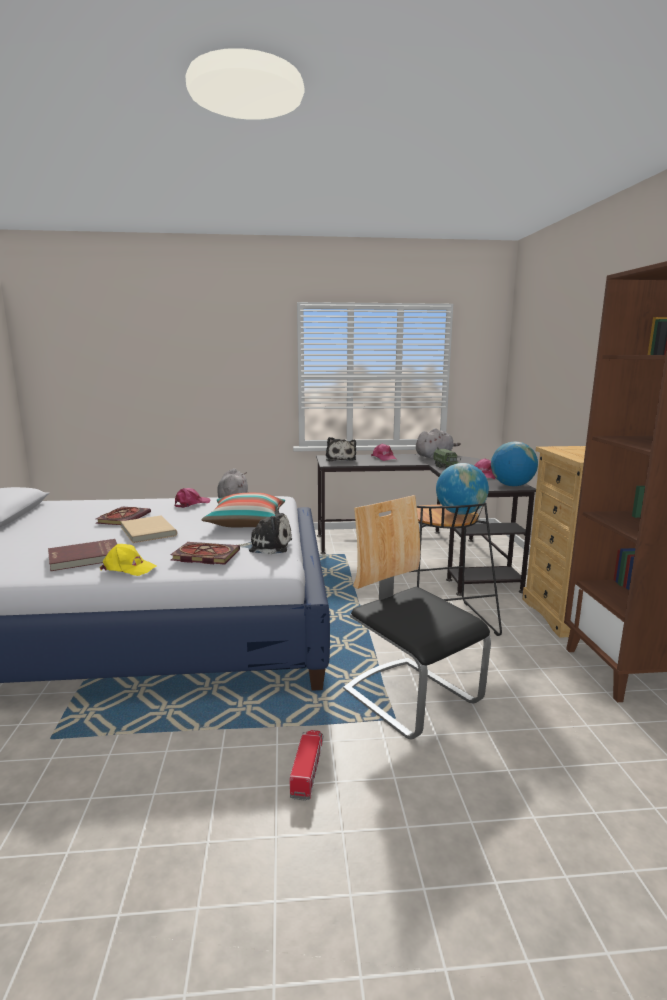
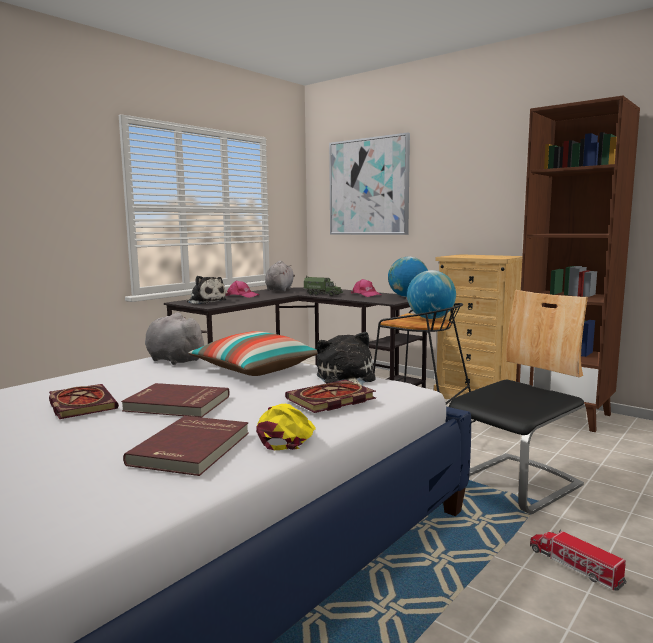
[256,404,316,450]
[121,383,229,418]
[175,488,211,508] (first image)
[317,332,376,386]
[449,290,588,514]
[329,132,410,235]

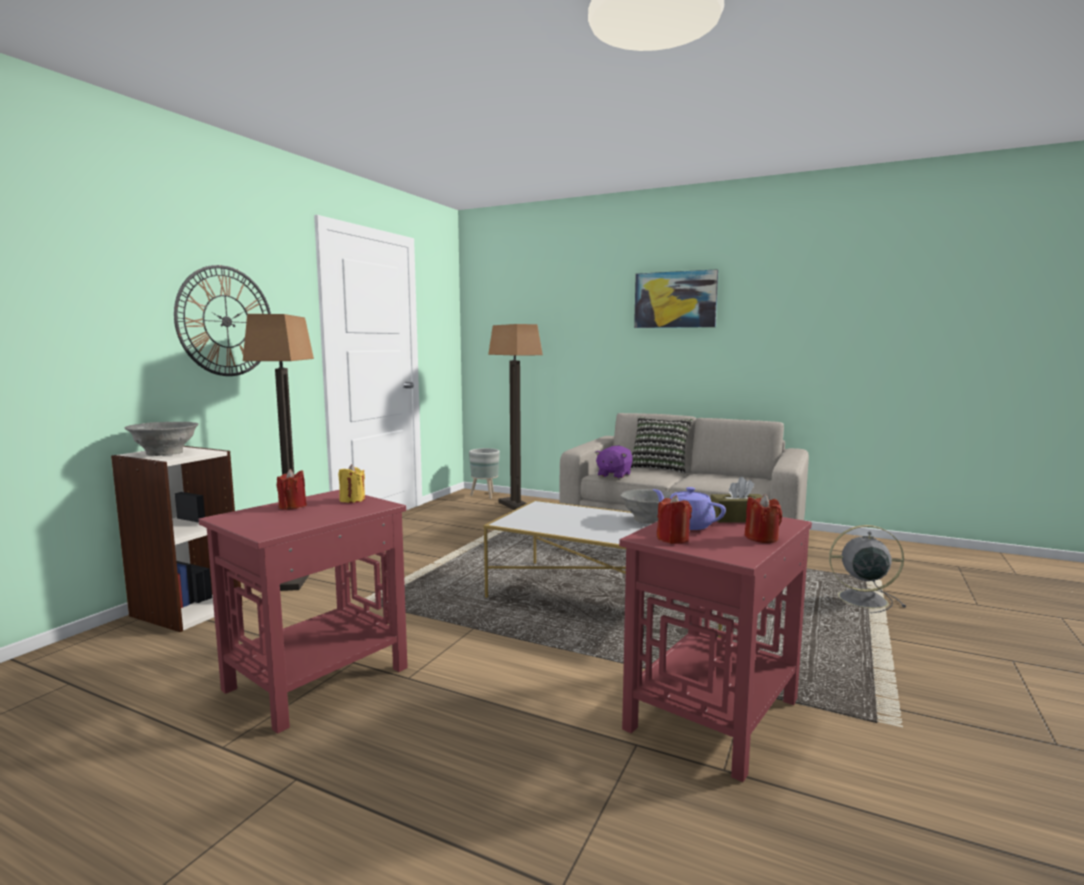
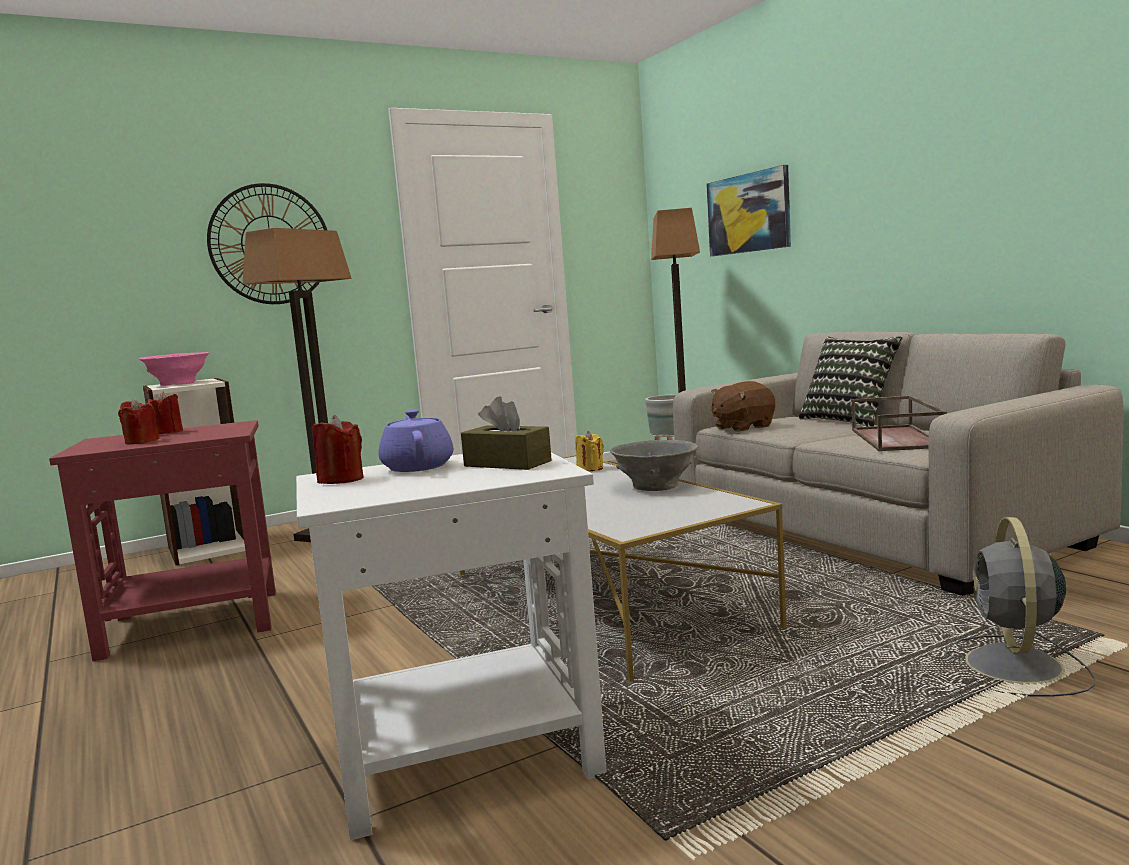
[139,352,209,386]
[575,431,604,471]
[711,381,775,432]
[296,452,607,840]
[706,165,791,256]
[118,398,159,445]
[944,517,1095,697]
[852,396,947,451]

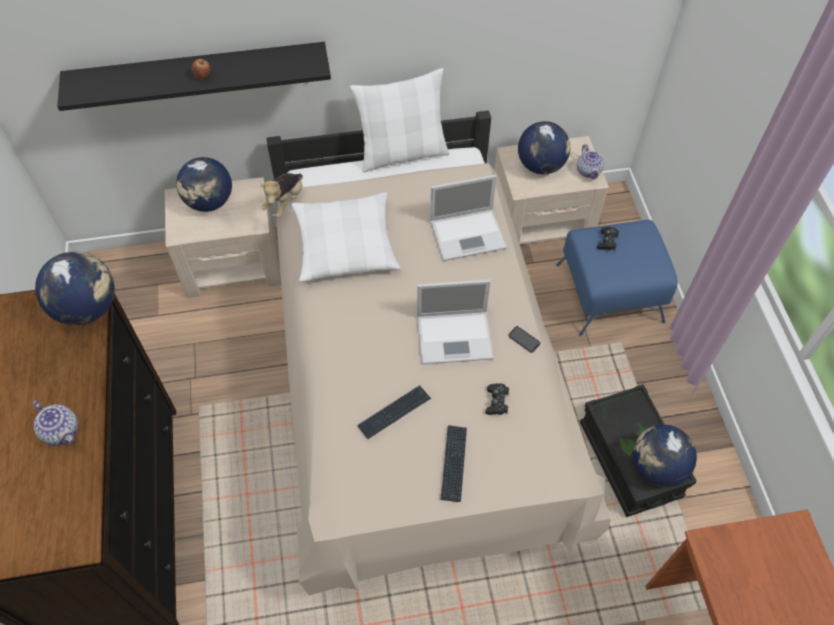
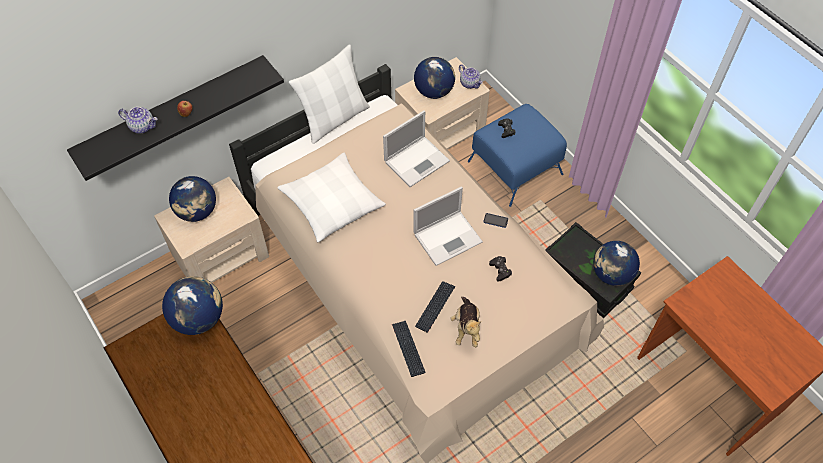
[118,107,157,133]
[450,297,481,347]
[392,321,426,377]

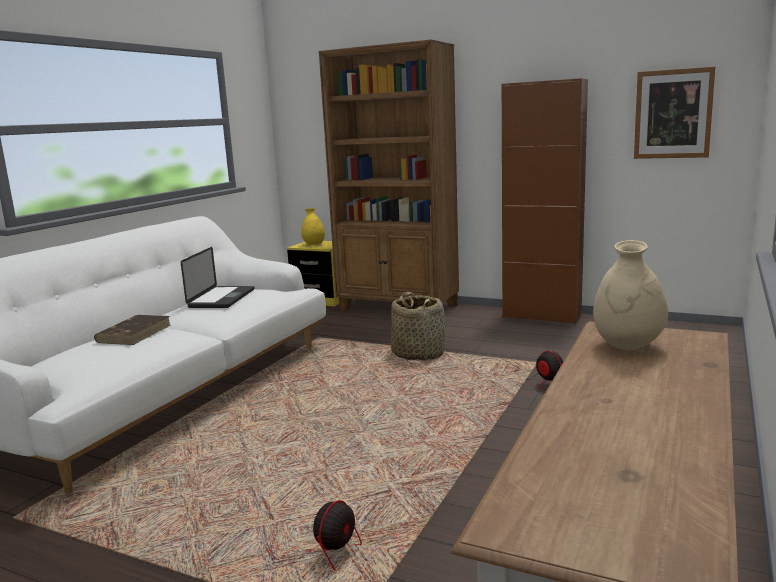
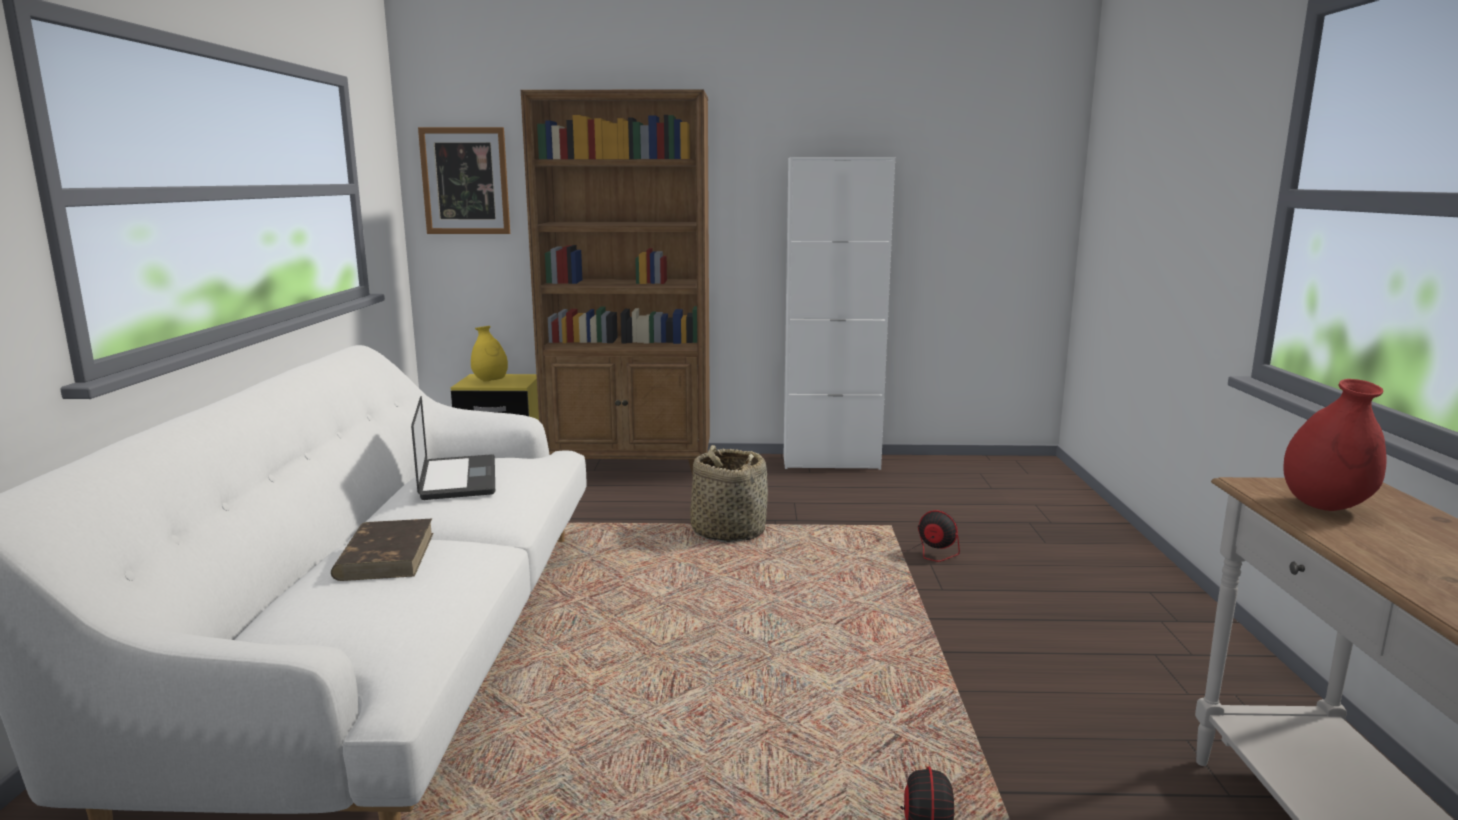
[784,157,895,470]
[1283,379,1386,511]
[418,127,510,234]

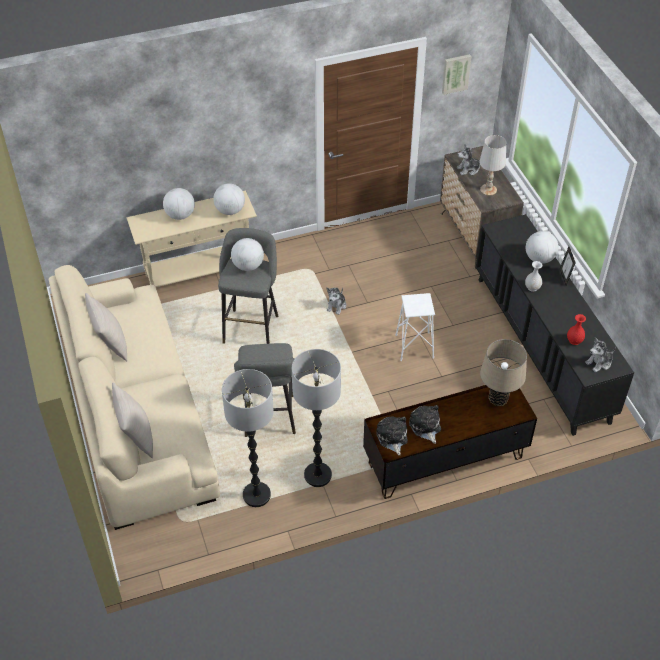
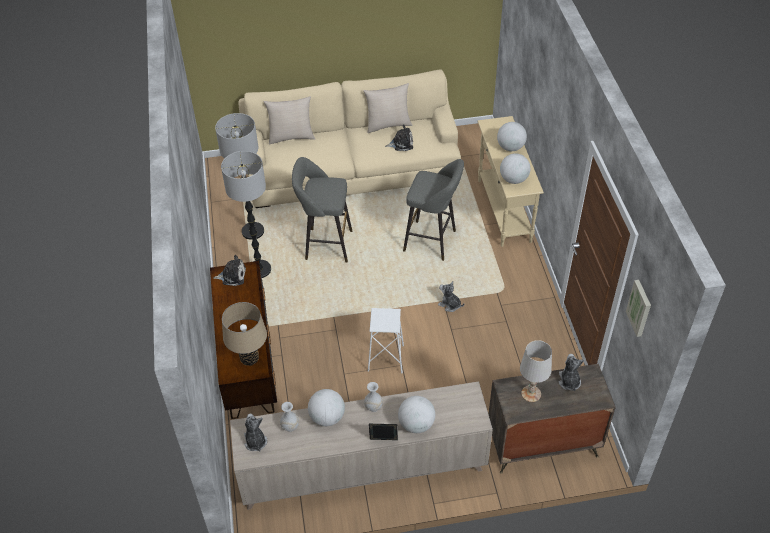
[308,389,345,426]
[385,124,413,151]
[230,381,493,510]
[280,402,299,432]

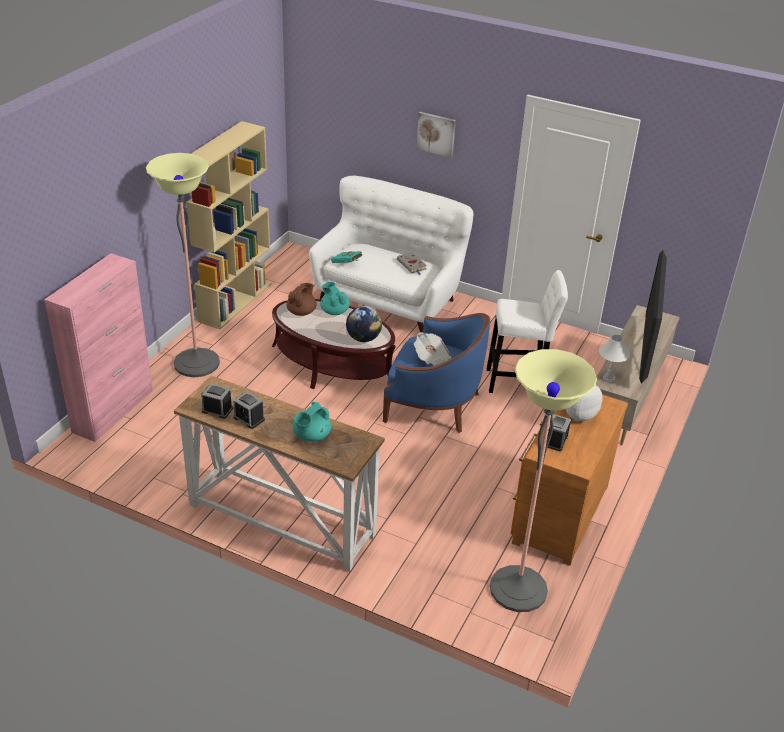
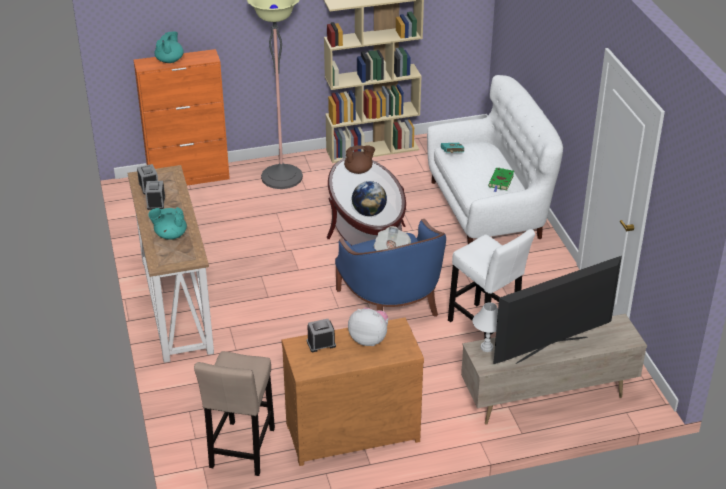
[134,49,230,185]
[155,32,184,63]
[488,168,514,192]
[417,112,456,158] (first image)
[194,351,275,476]

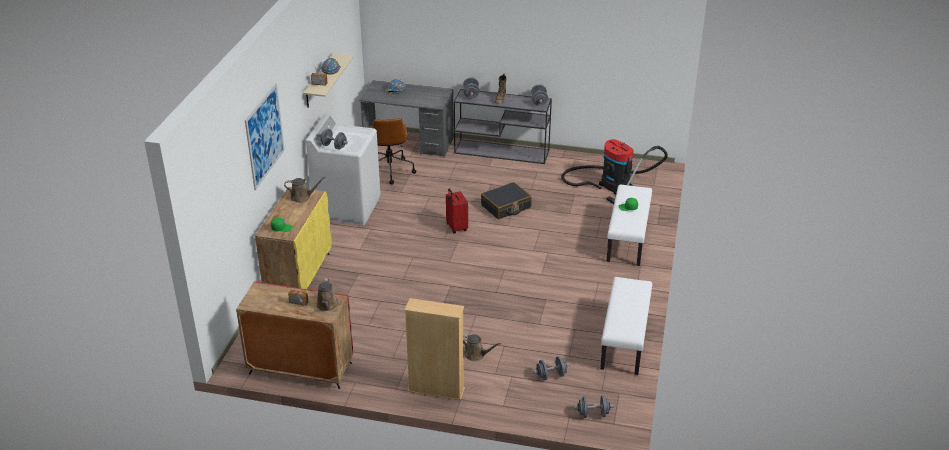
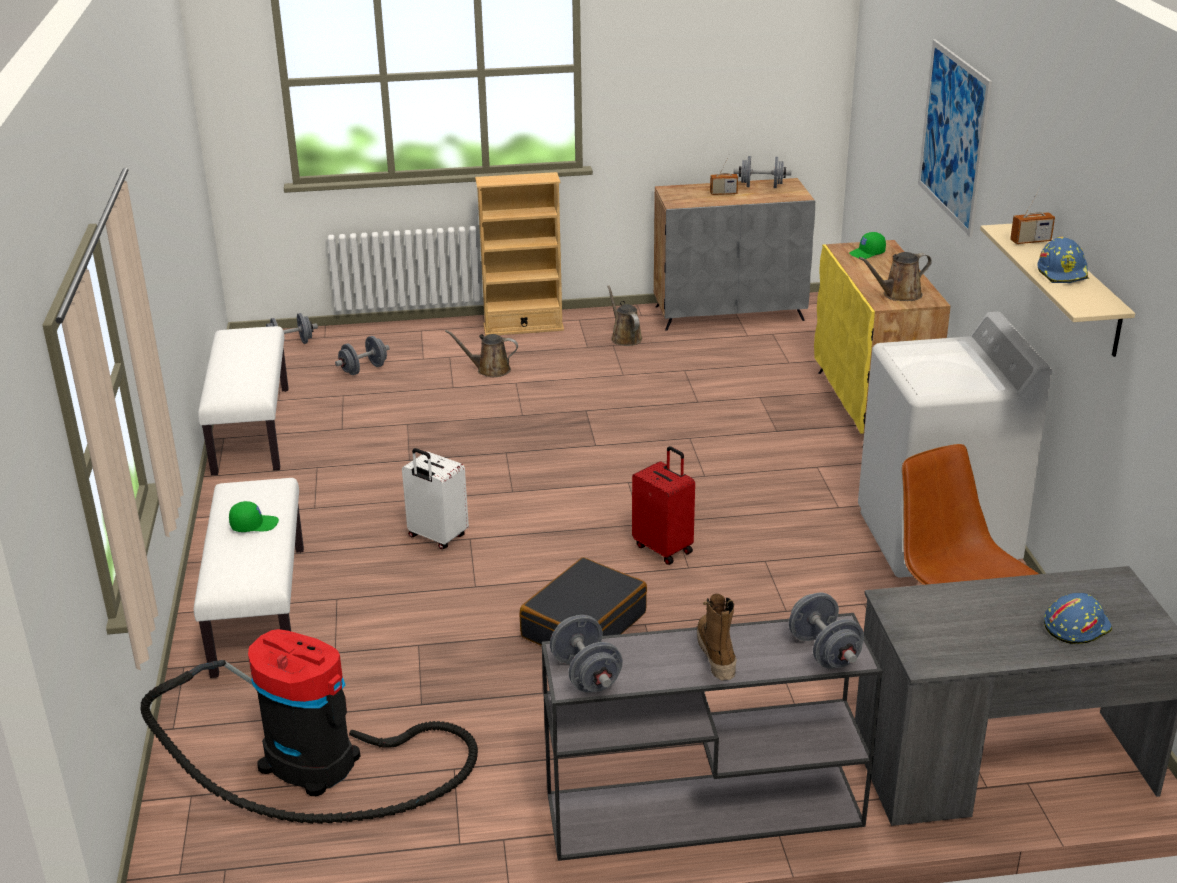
[653,178,815,331]
[607,285,642,346]
[733,156,791,188]
[402,448,469,549]

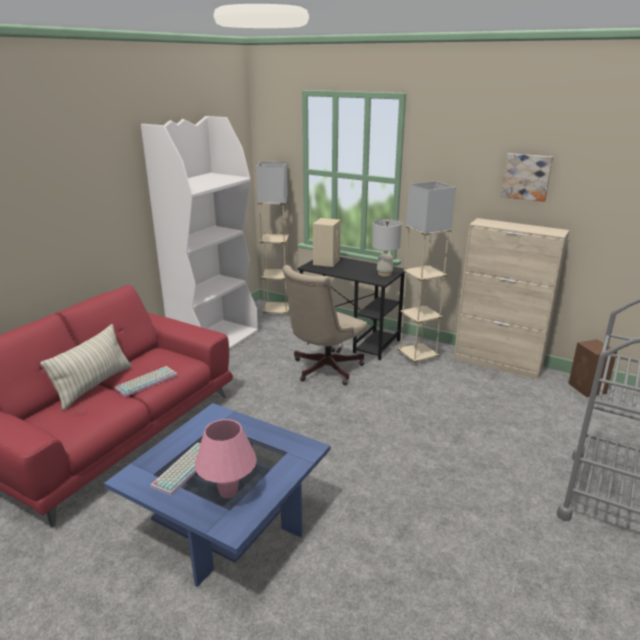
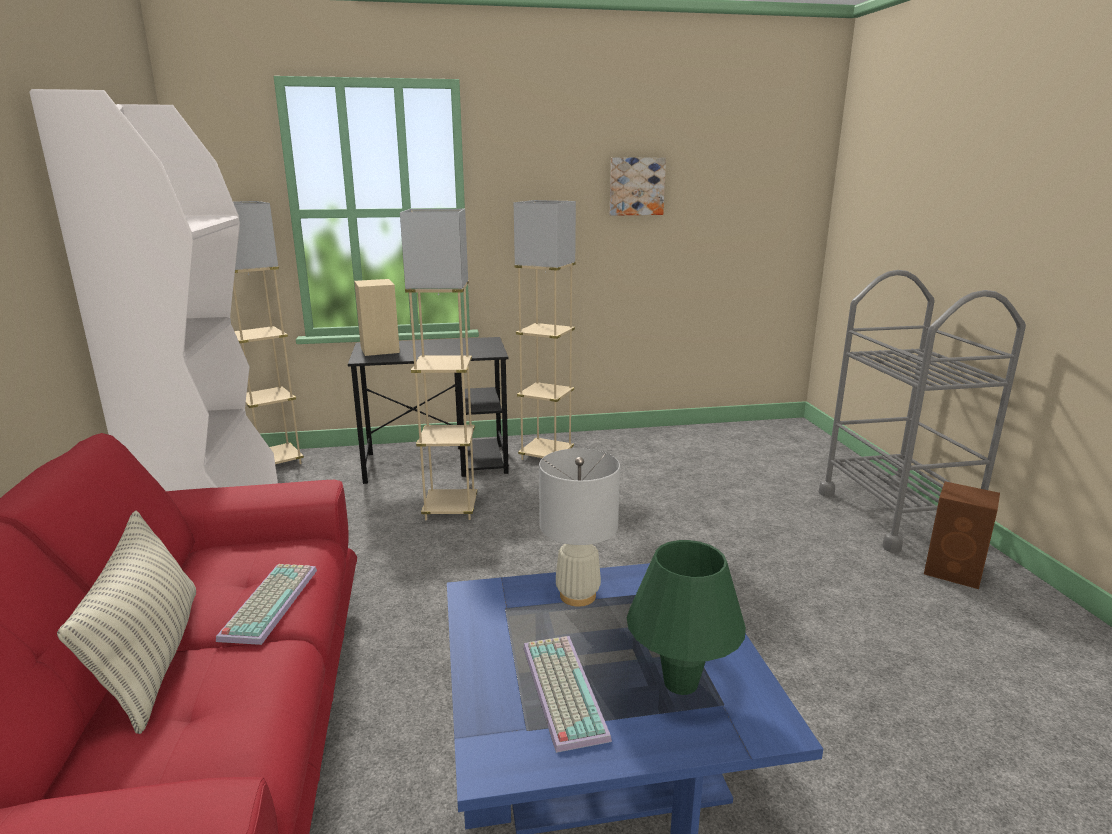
[626,540,746,695]
[400,209,477,520]
[539,448,620,607]
[454,218,569,380] (first image)
[924,481,1000,589]

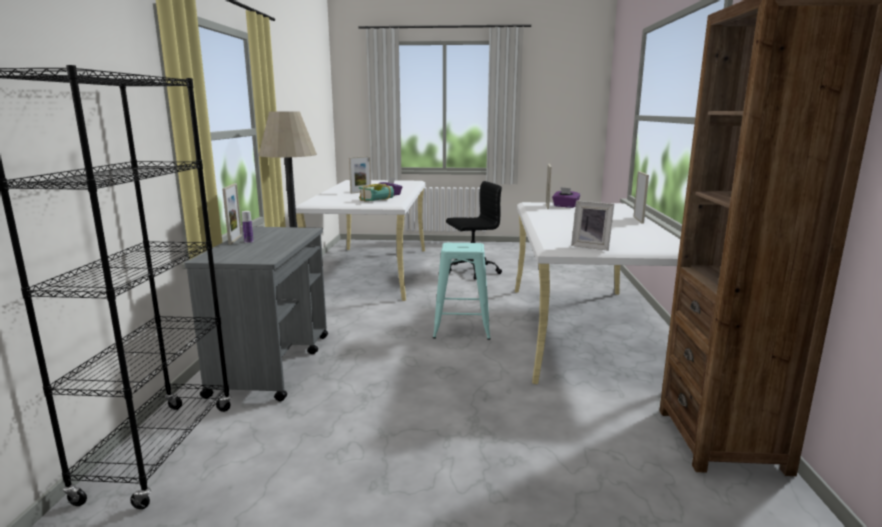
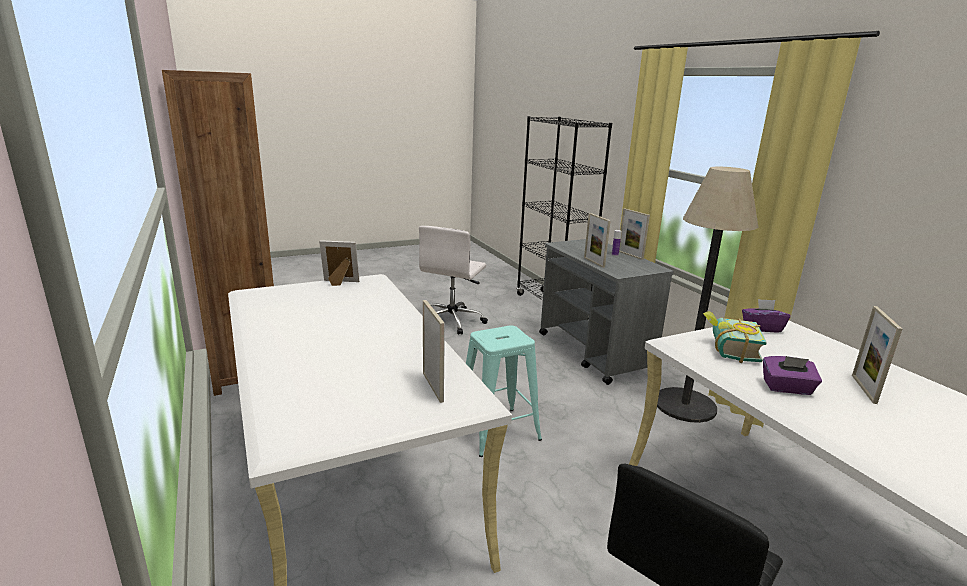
[742,299,791,332]
[584,213,611,268]
[419,226,488,335]

